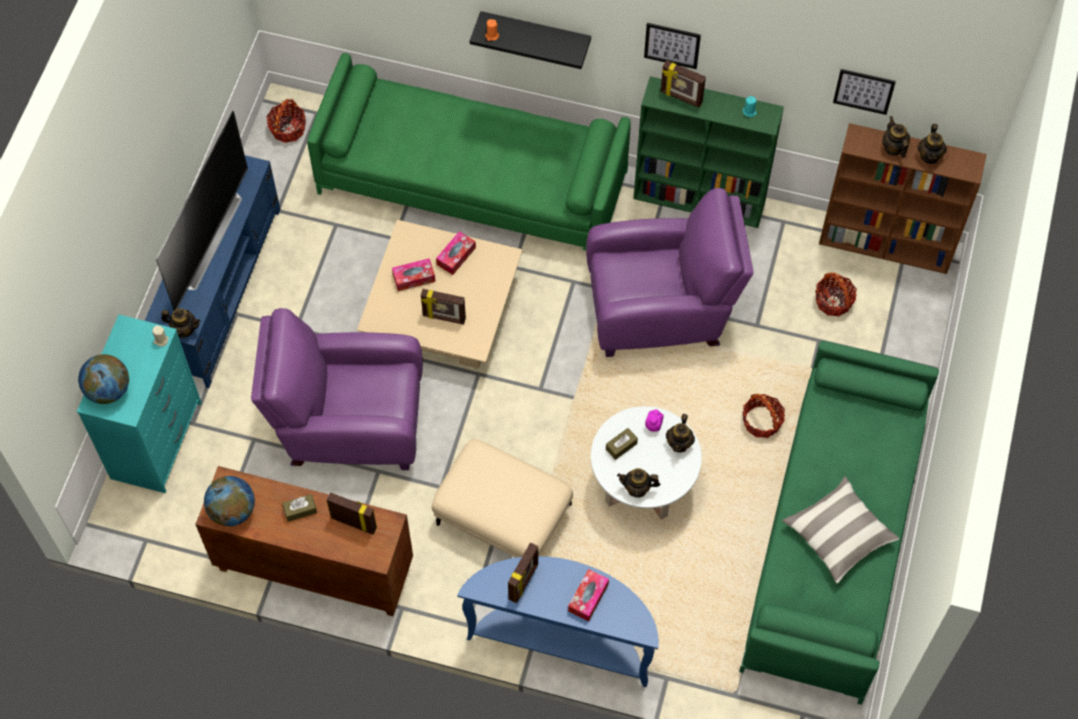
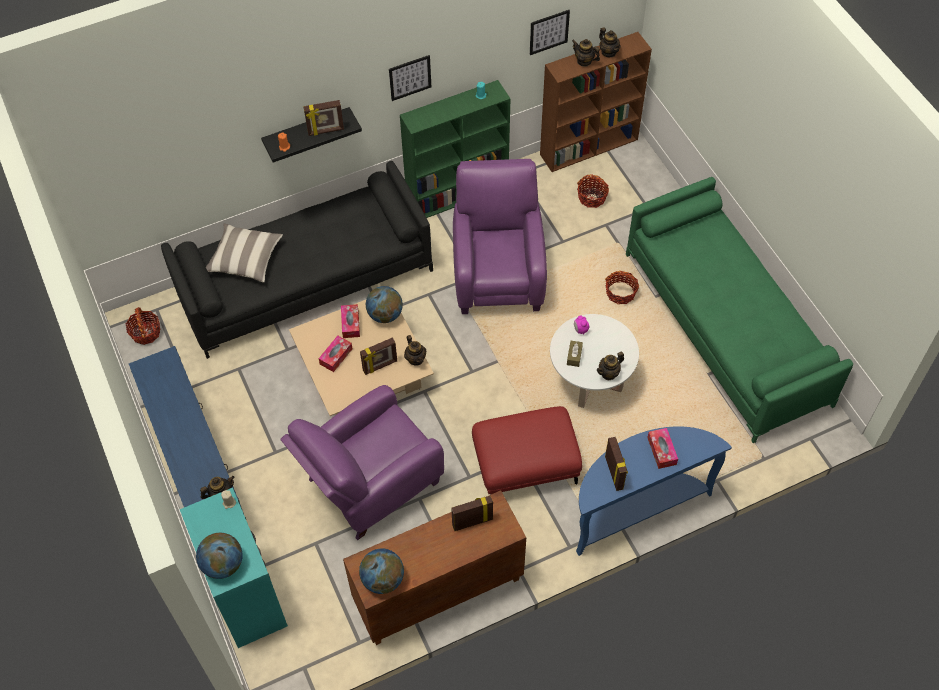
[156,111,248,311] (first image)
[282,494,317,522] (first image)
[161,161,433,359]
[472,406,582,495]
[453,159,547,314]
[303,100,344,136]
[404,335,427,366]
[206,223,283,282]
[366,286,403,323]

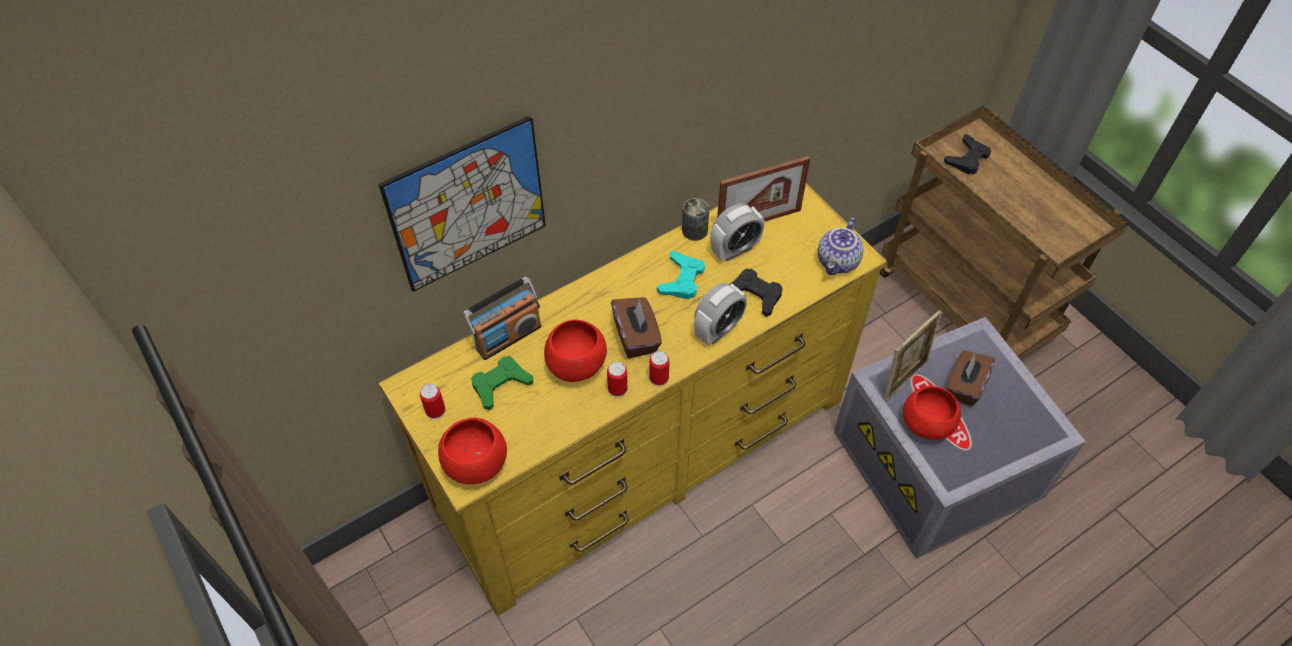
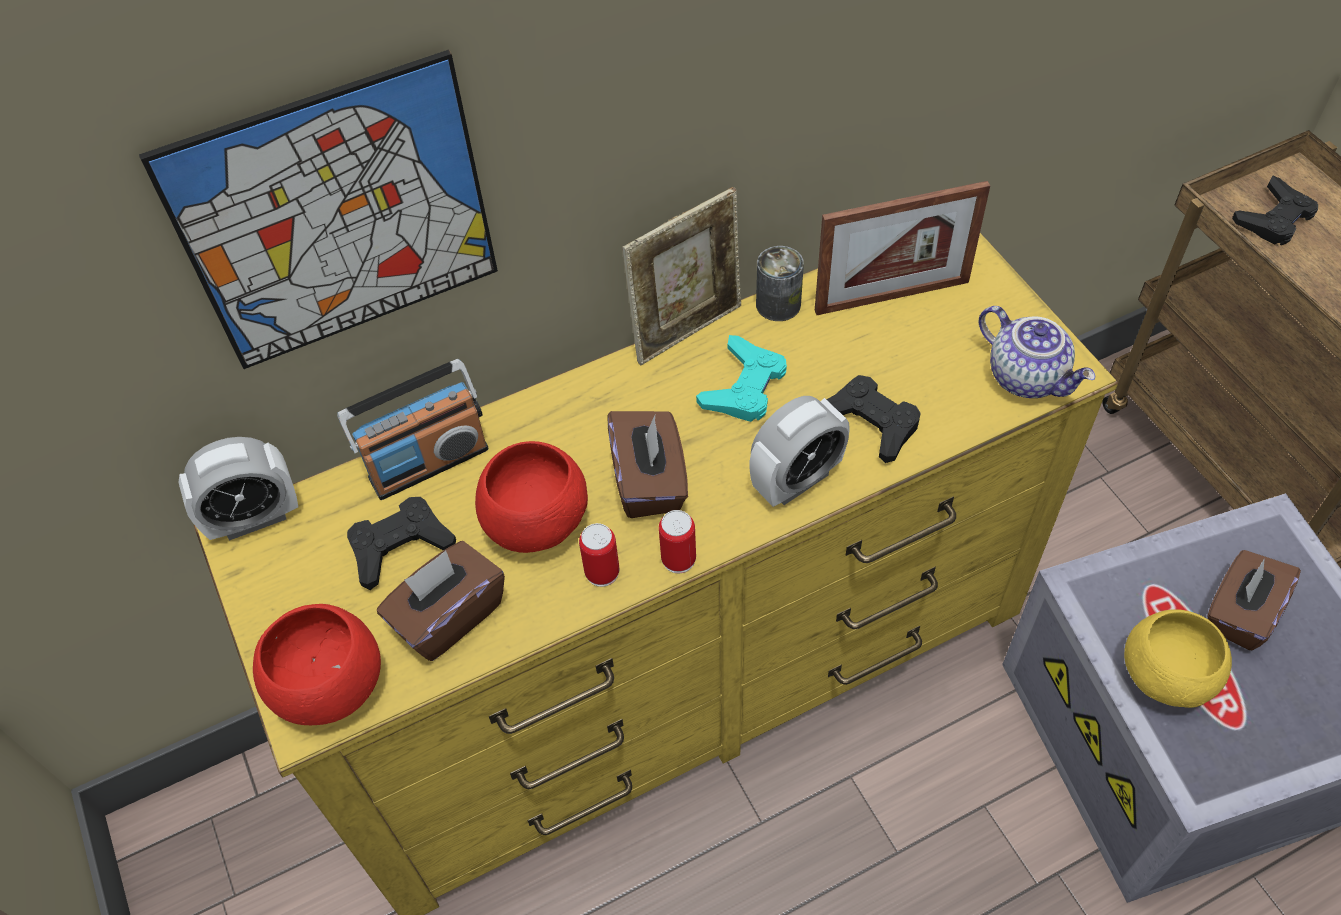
[420,384,445,419] (first image)
[347,497,456,590]
[178,437,298,540]
[978,306,1095,398]
[622,187,741,365]
[1124,609,1232,708]
[377,541,505,661]

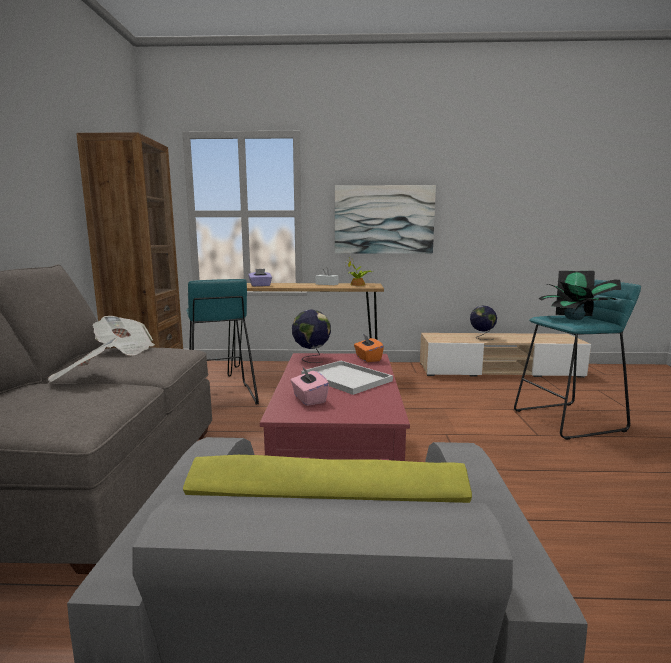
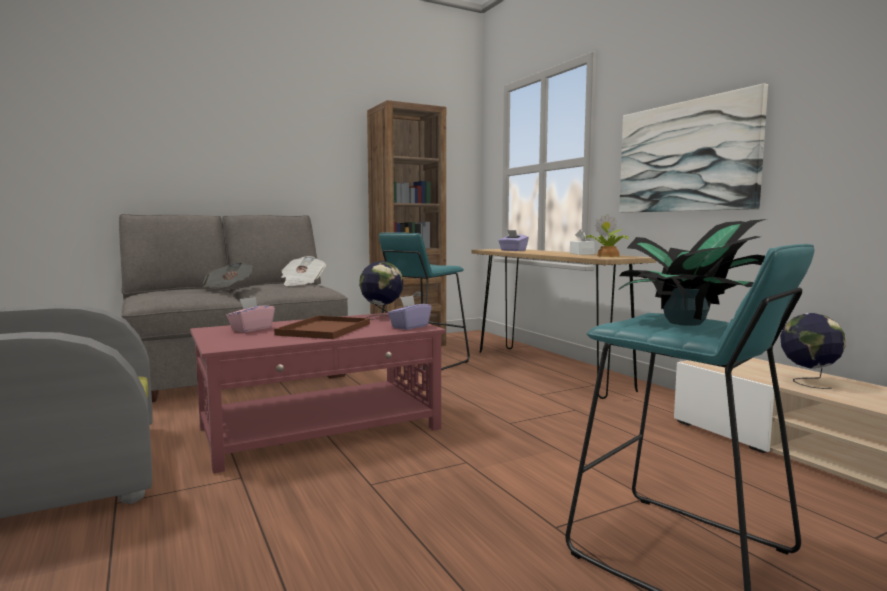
[274,316,370,339]
[388,295,432,330]

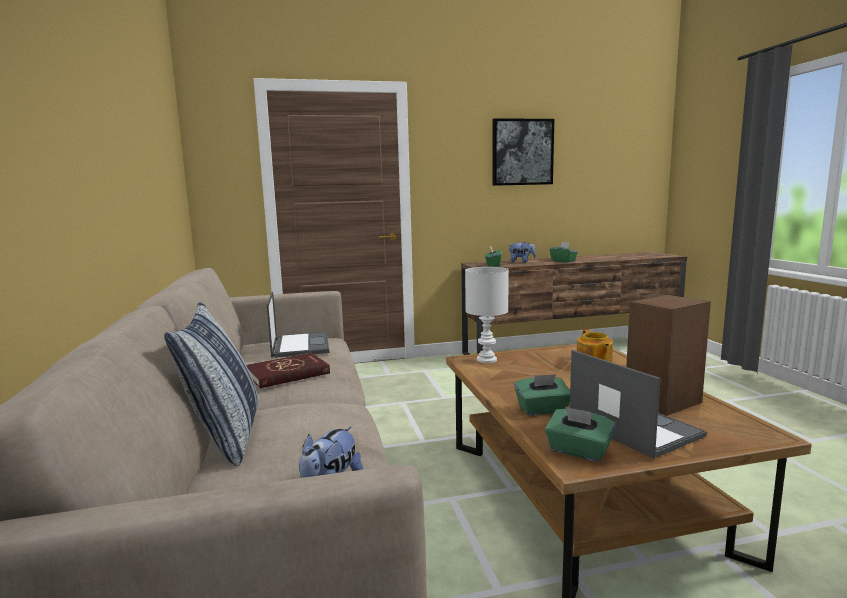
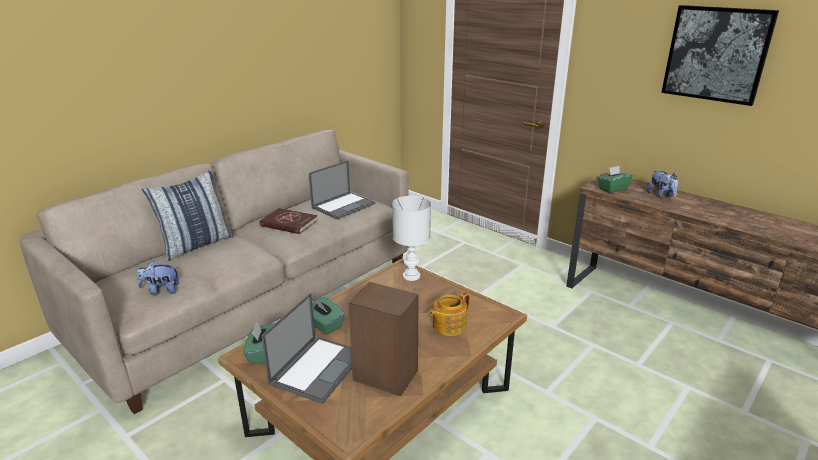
[550,242,578,262] (first image)

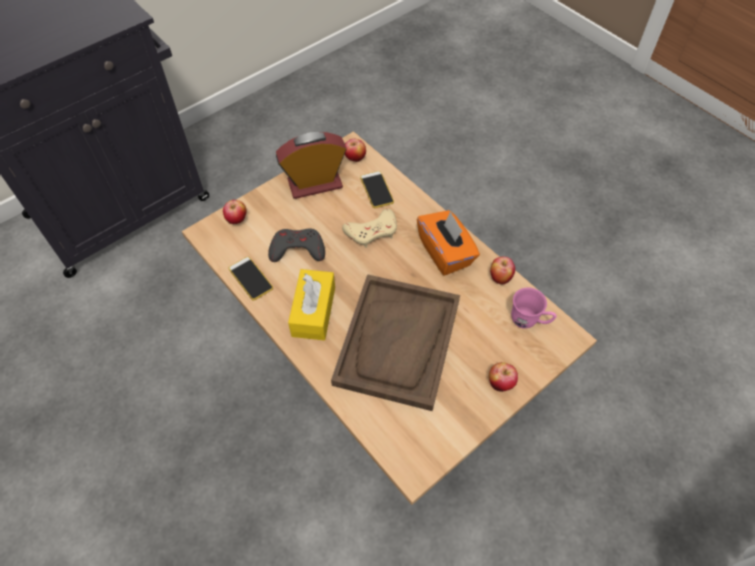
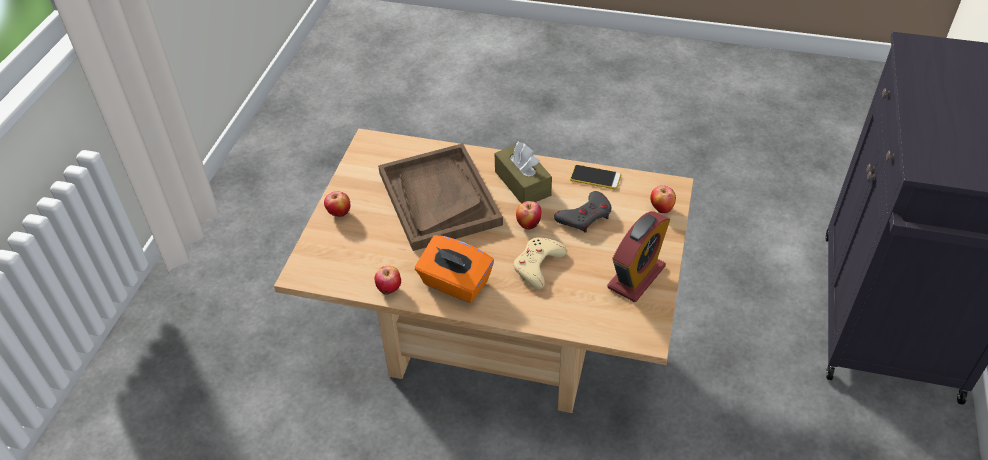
[495,142,552,204]
[516,201,541,230]
[360,171,394,208] (first image)
[511,287,557,328] (first image)

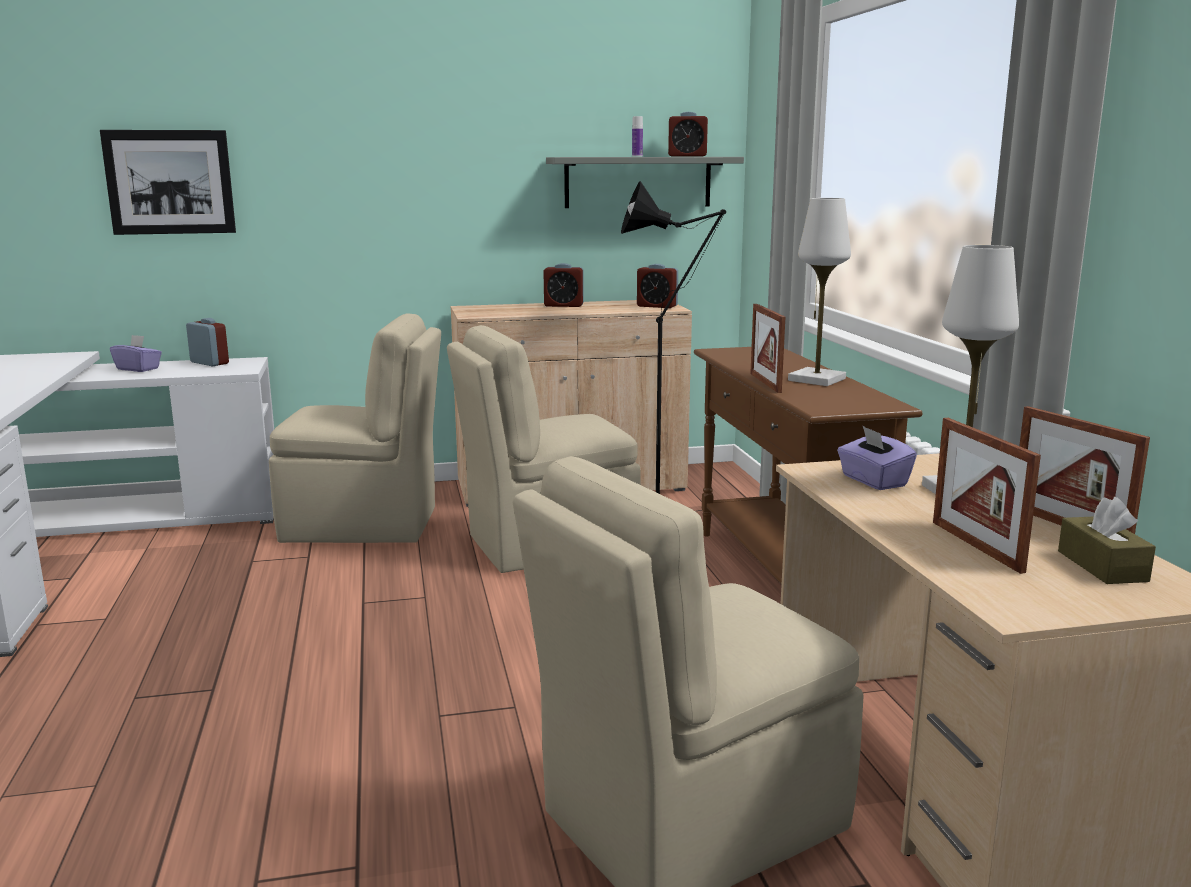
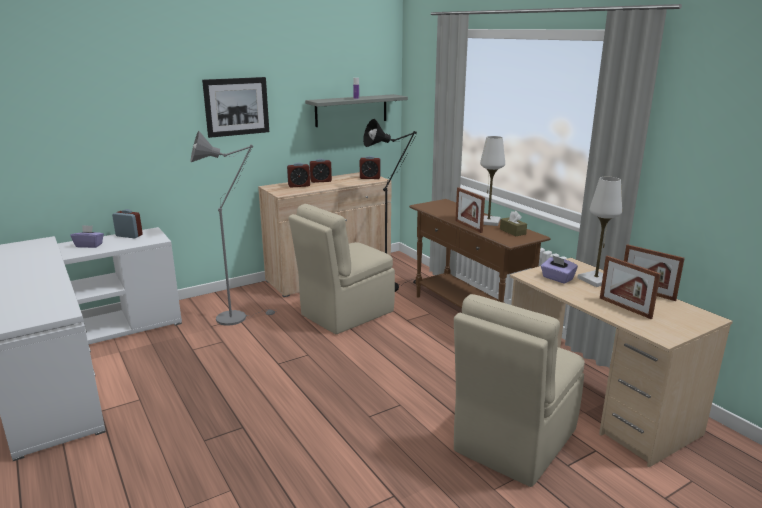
[202,77,269,138]
[191,131,275,326]
[287,163,310,187]
[500,211,527,236]

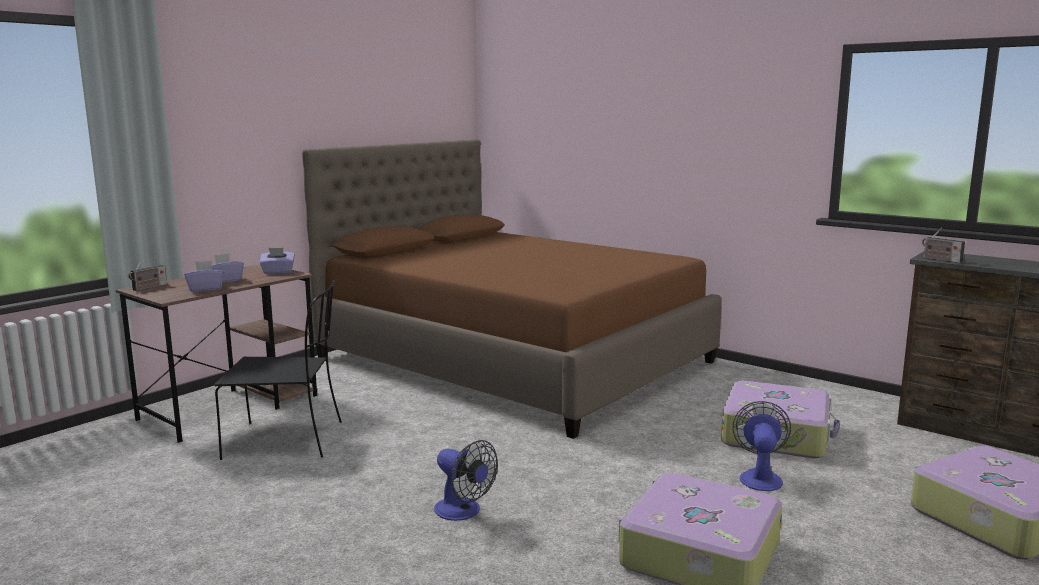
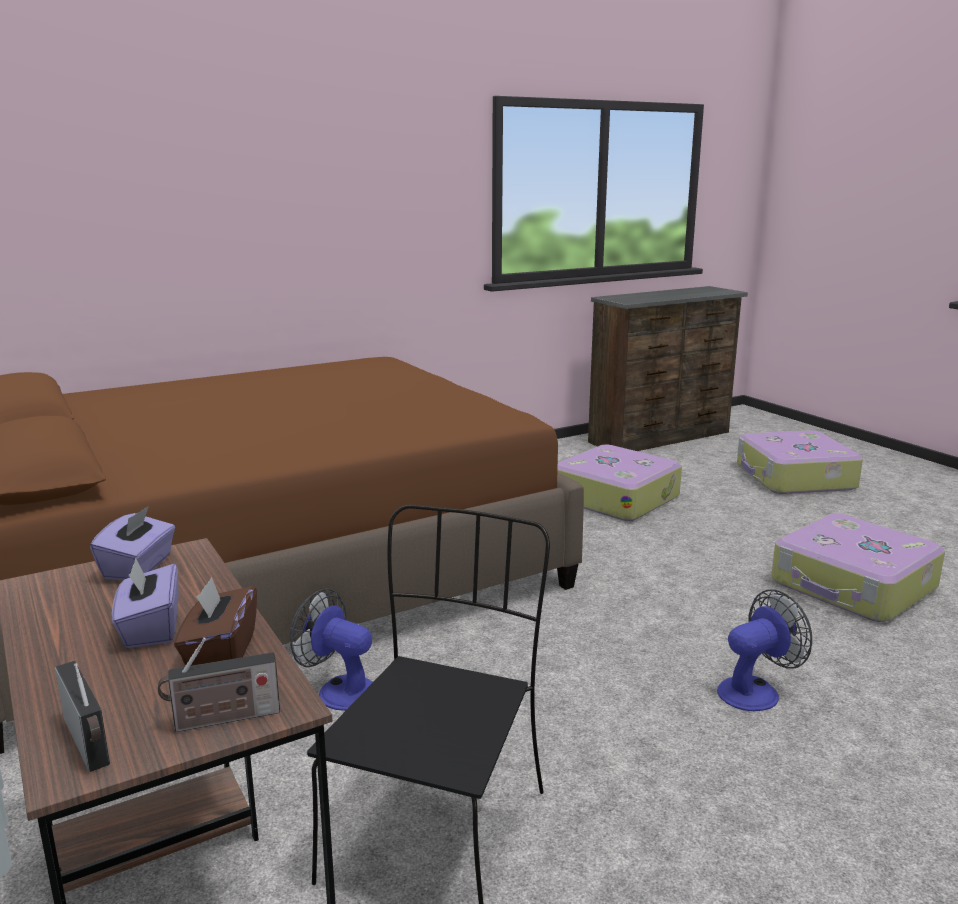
[174,577,257,666]
[290,588,373,711]
[158,638,280,732]

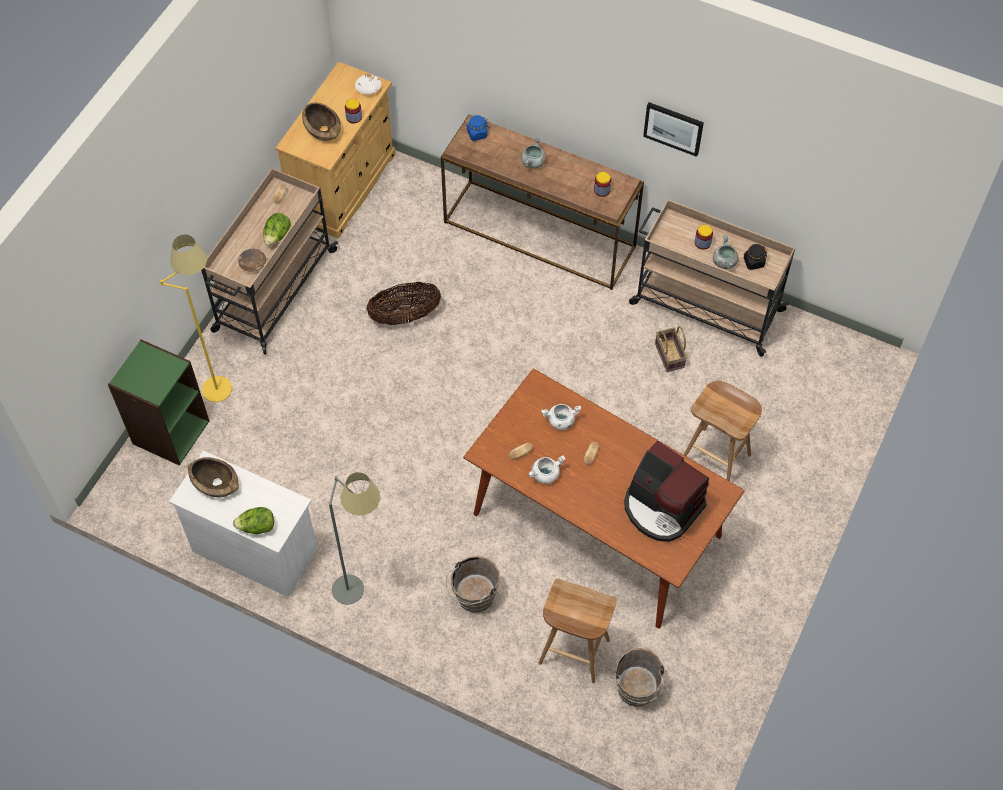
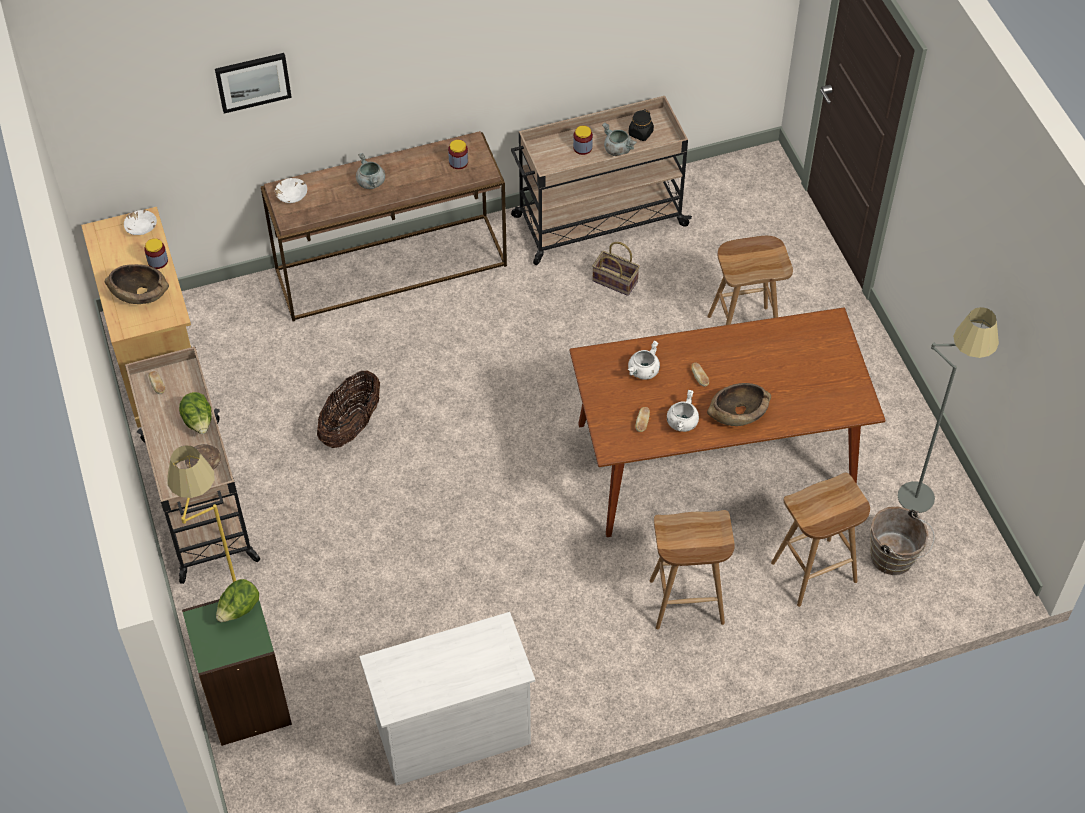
[707,383,771,426]
[216,579,259,622]
[898,307,999,513]
[649,510,735,630]
[275,178,307,203]
[624,440,709,542] (first image)
[215,53,292,114]

